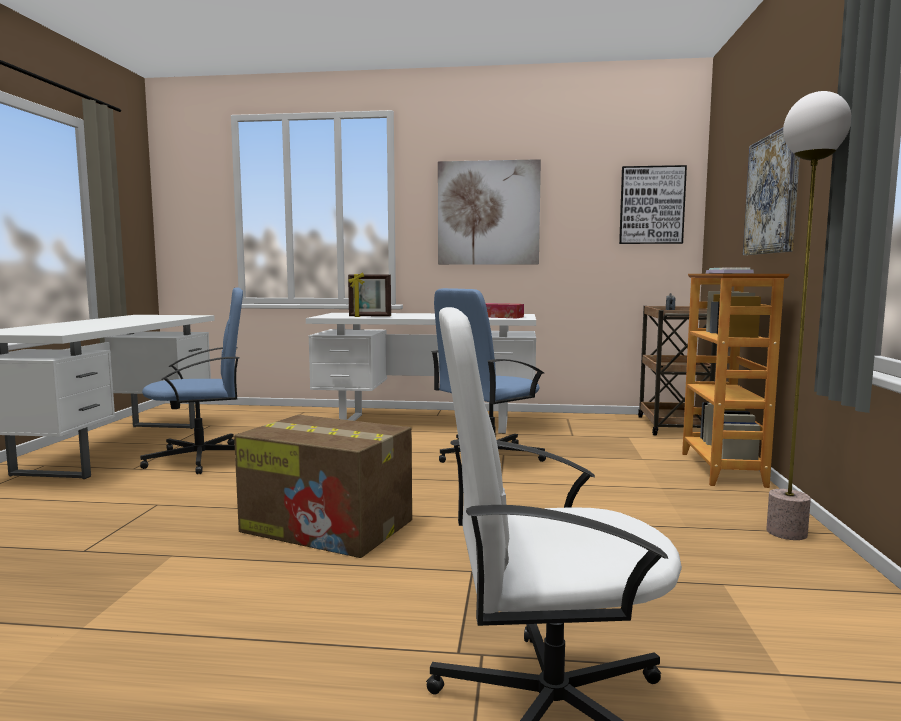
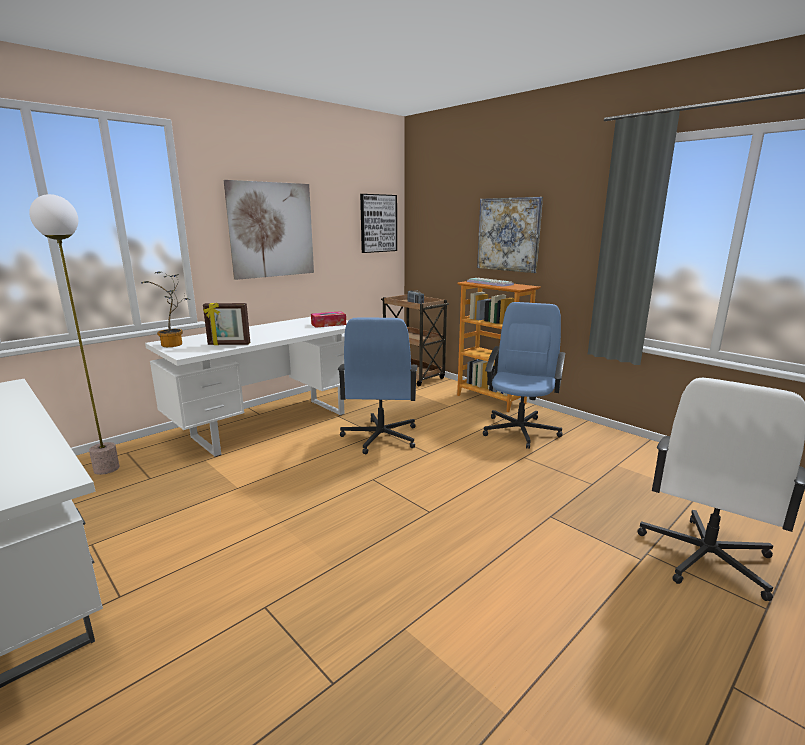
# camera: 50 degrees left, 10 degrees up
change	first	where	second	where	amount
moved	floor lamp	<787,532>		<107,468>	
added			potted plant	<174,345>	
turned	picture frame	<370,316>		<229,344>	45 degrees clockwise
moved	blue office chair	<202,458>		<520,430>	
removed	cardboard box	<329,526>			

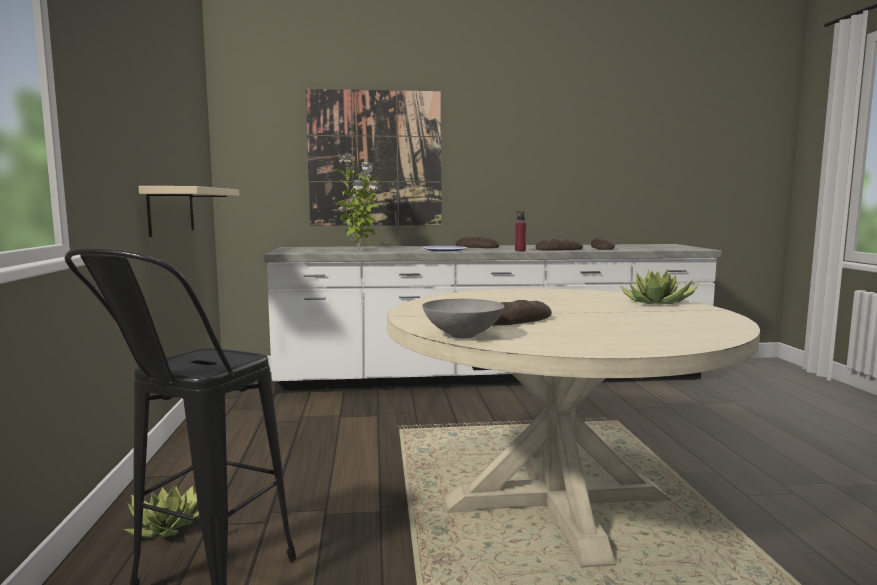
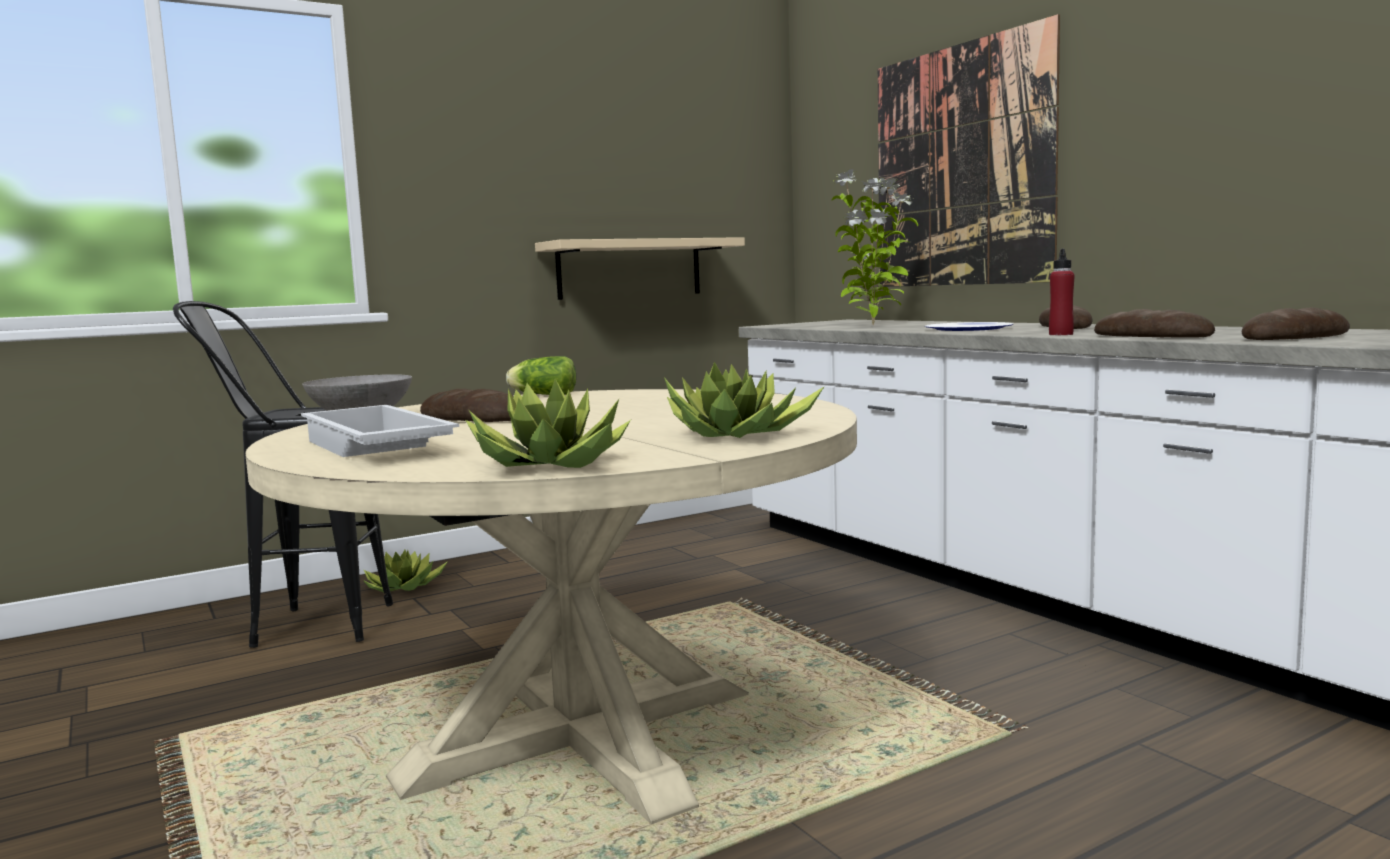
# camera: 65 degrees right, 0 degrees up
change	first	where	second	where	amount
added			white tray	<373,448>	
added			potted plant	<551,465>	
added			lettuce	<542,395>	

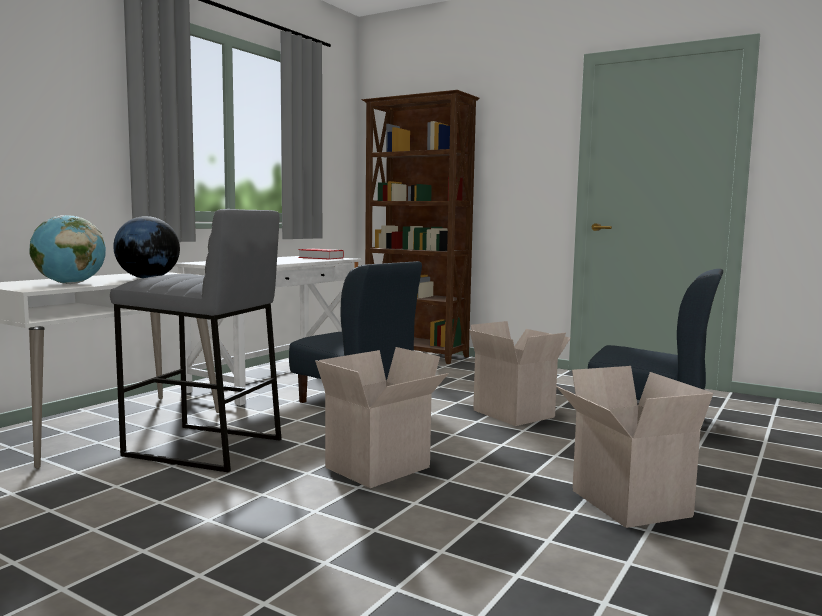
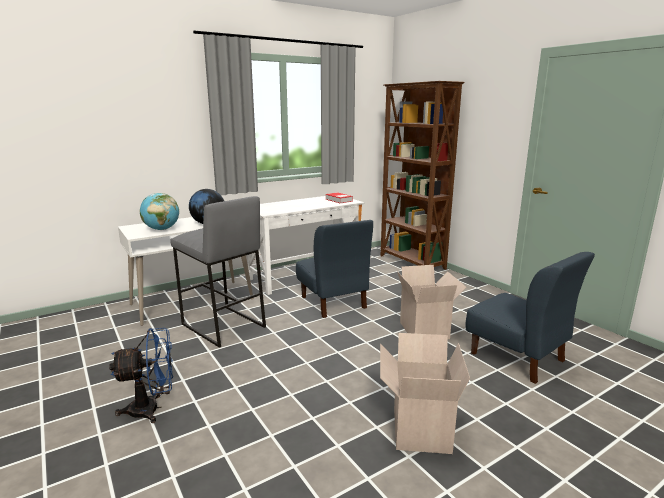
# camera: 25 degrees right, 10 degrees up
change	first	where	second	where	amount
added			blue fan	<152,409>	
removed	cardboard box	<378,469>			

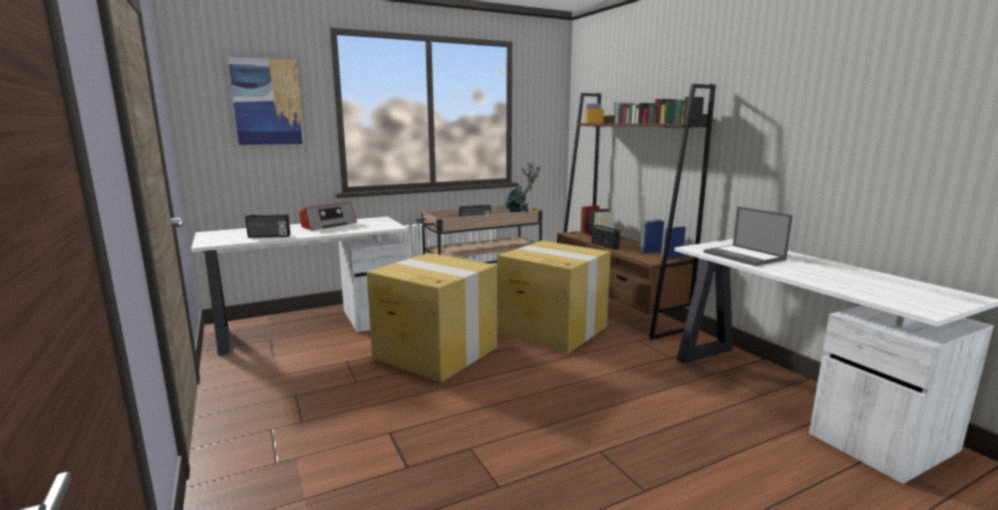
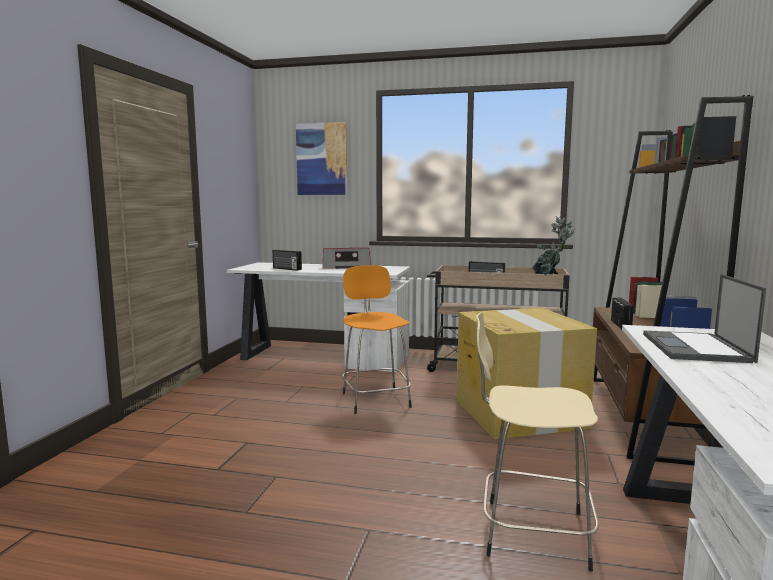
# camera: 40 degrees right, 5 degrees down
change	first	where	second	where	amount
replaced	cardboard box	<434,352>	orange stool	<375,399>	
added			beige stool	<530,532>	

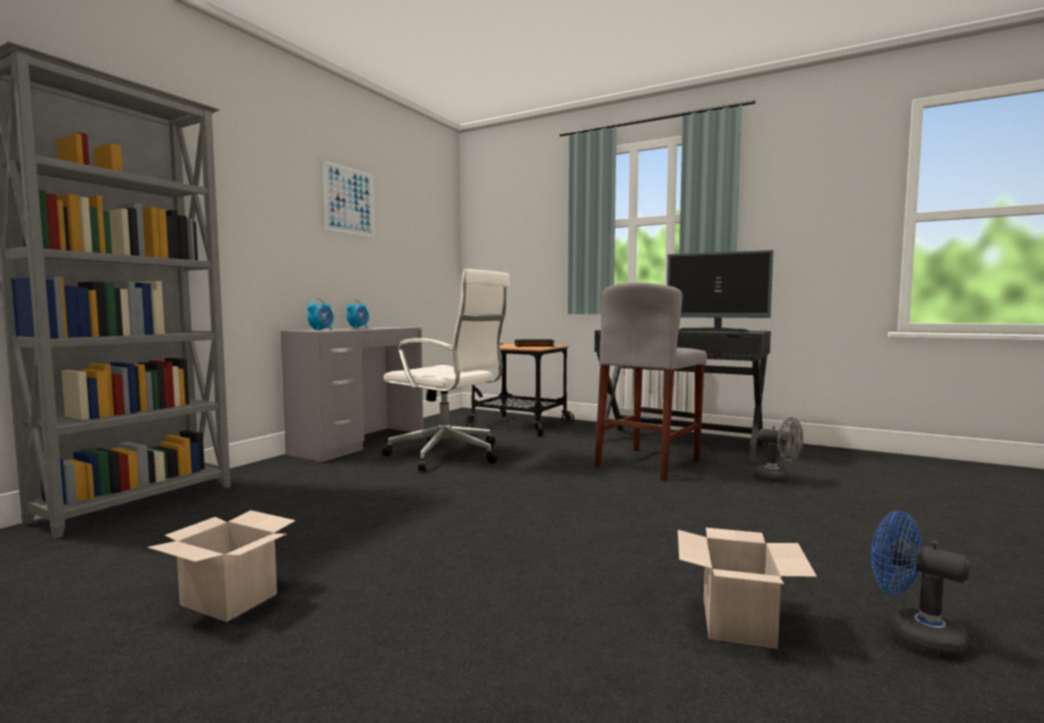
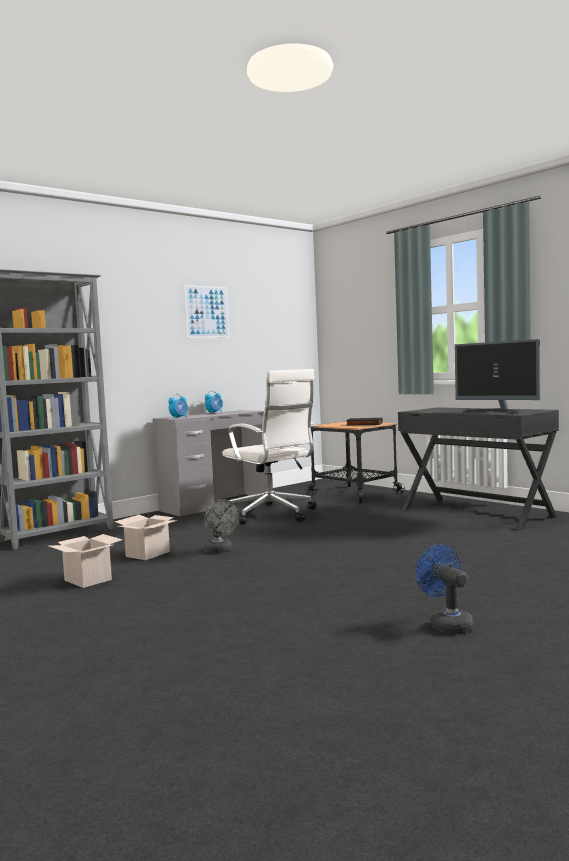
# camera: 20 degrees right, 0 degrees up
change	first	where	second	where	amount
moved	cardboard box	<739,624>		<147,554>	
moved	grey fan	<778,479>		<220,551>	
removed	grey stool	<648,464>			

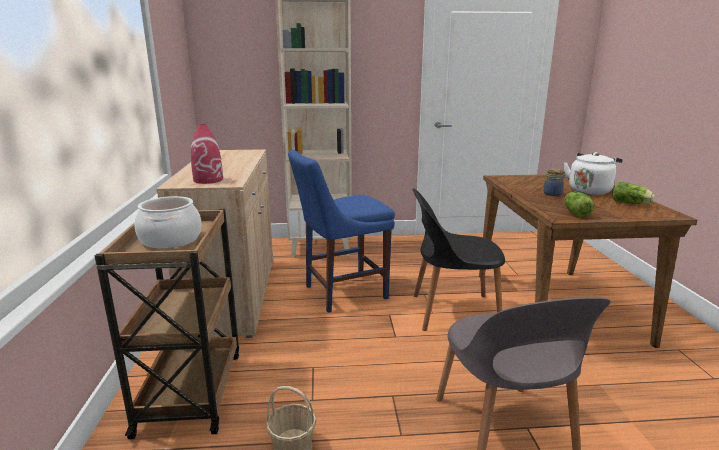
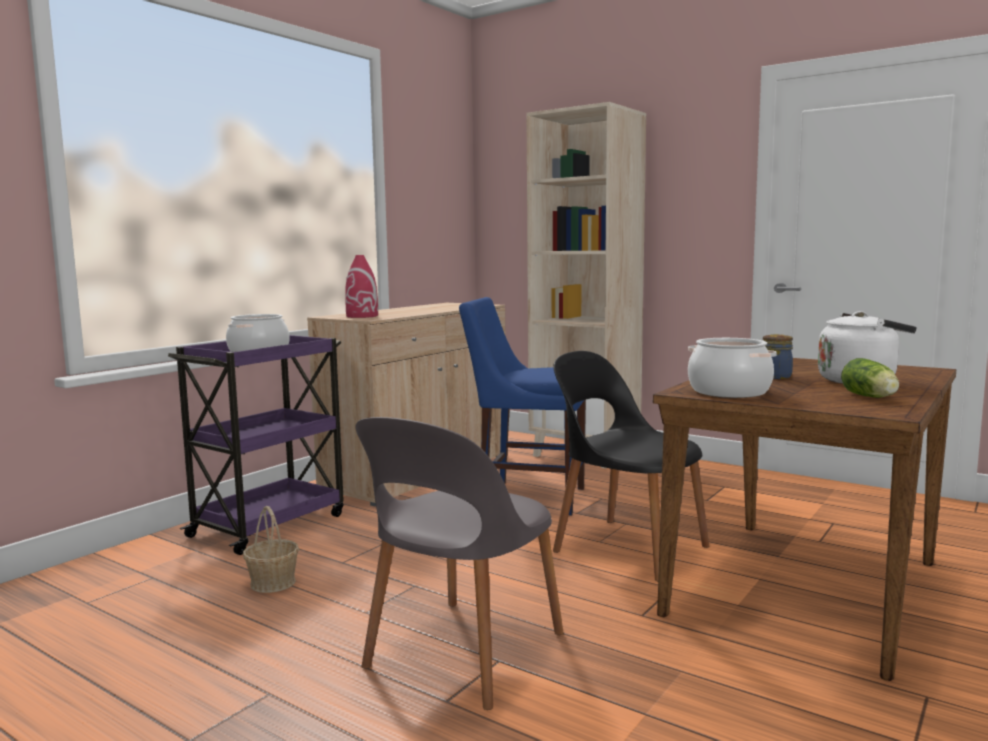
# camera: 40 degrees right, 10 degrees down
change	first	where	second	where	amount
recoloured	brown cart	<191,390>	purple cart	<270,524>	
replaced	lettuce	<575,212>	cooking pot	<728,392>	

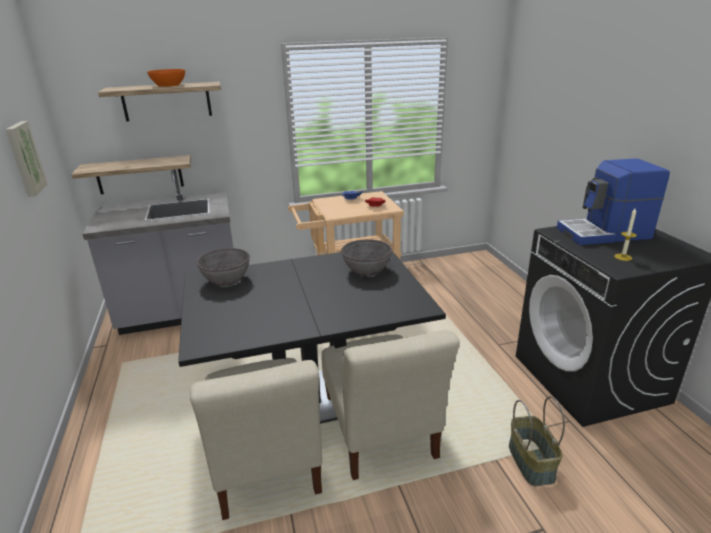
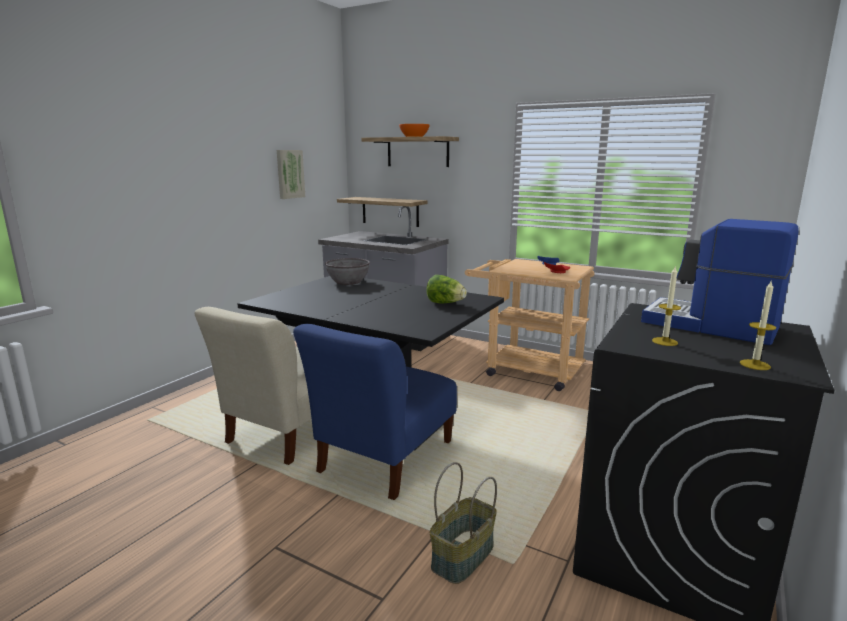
# camera: 45 degrees right, 10 degrees down
change	first	where	second	where	amount
recoloured	beige chair	<380,432>	blue chair	<383,460>	
replaced	grey bowl	<366,269>	lettuce	<445,303>	
added			candle	<755,365>	

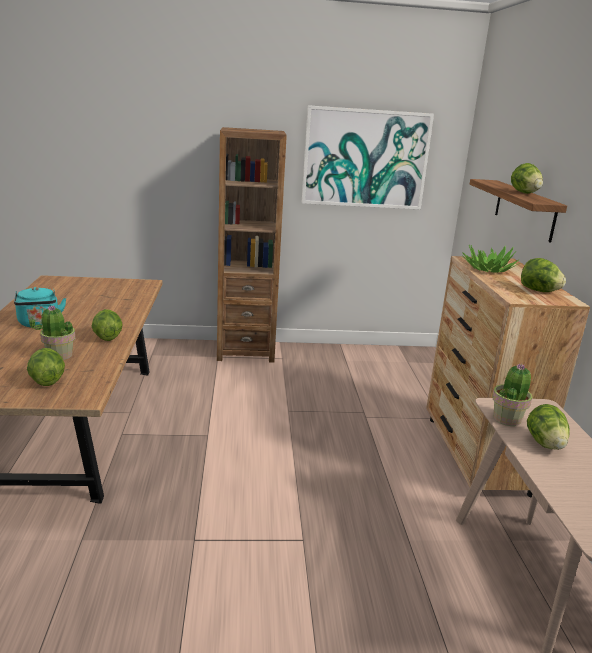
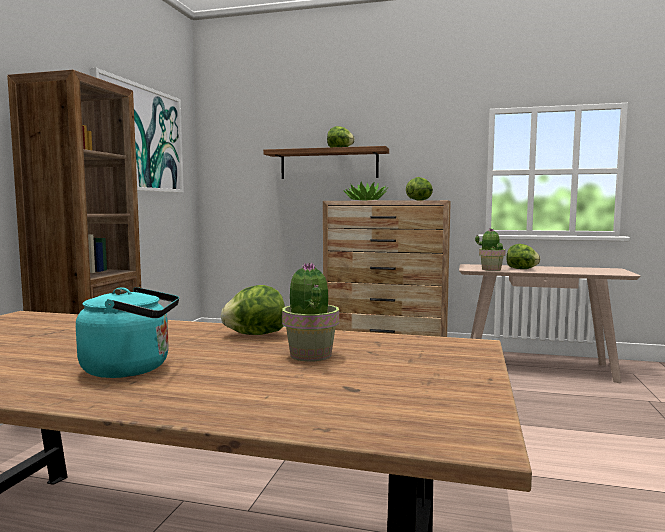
# camera: 70 degrees left, 15 degrees down
change	first	where	second	where	amount
removed	lettuce	<46,381>			

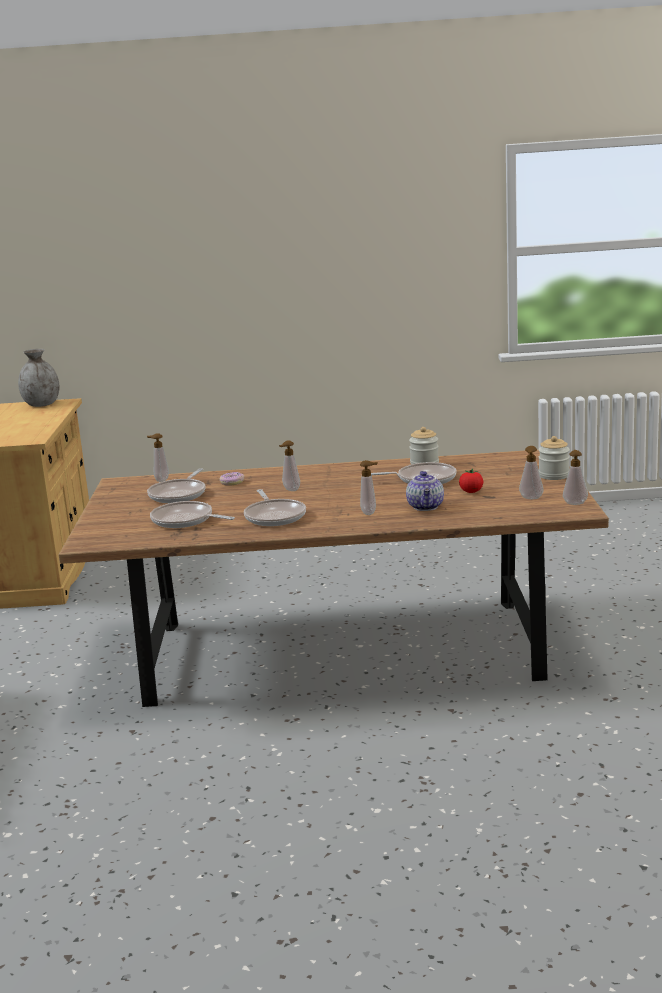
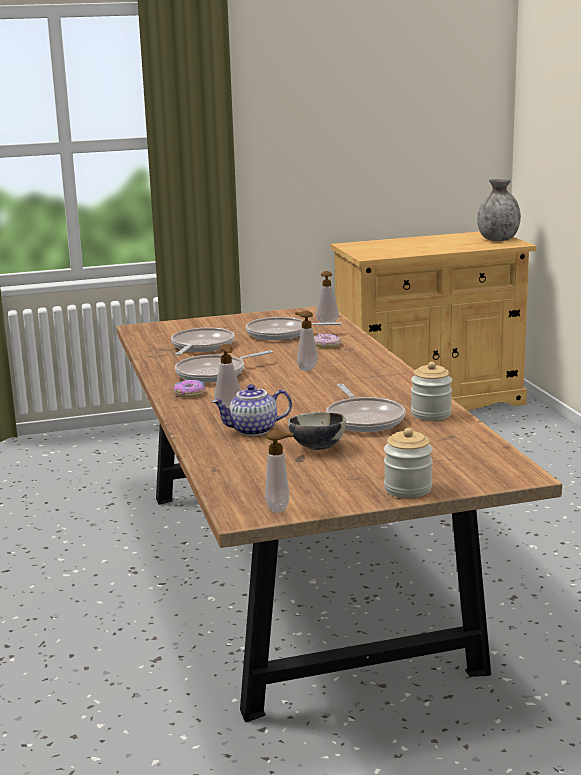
# camera: 75 degrees right, 0 degrees up
change	first	where	second	where	amount
added			donut	<189,393>	
replaced	tomato	<471,492>	bowl	<317,447>	
removed	soap dispenser	<531,498>			

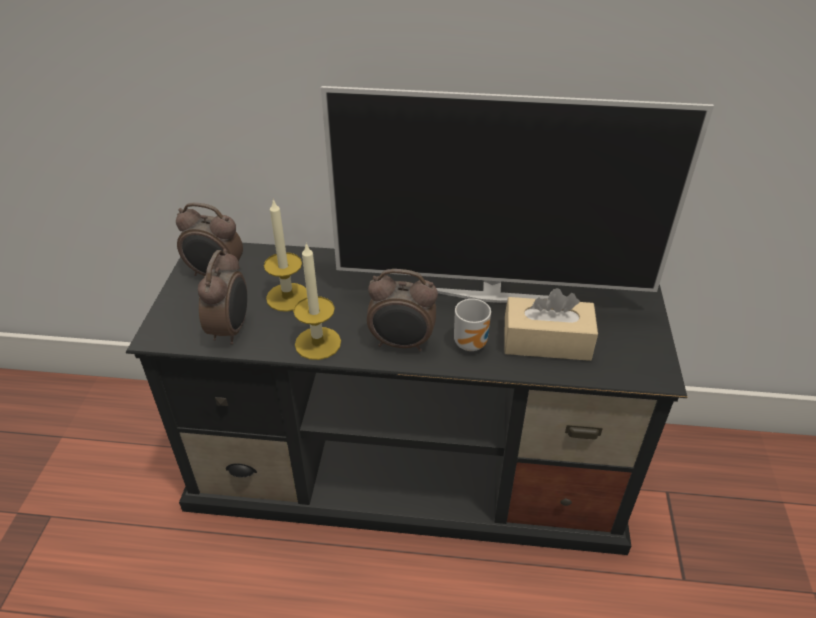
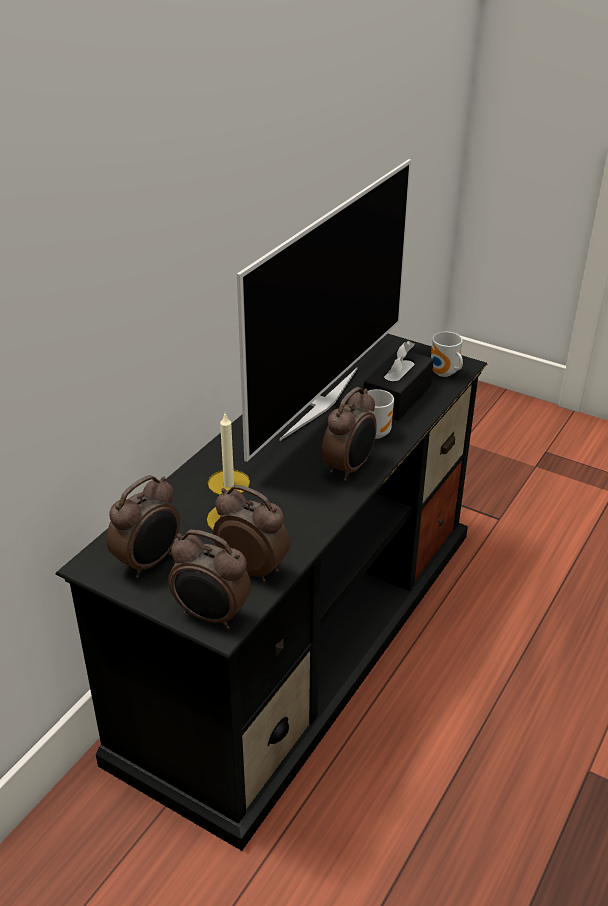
# camera: 65 degrees left, 5 degrees down
change	first	where	second	where	amount
added			alarm clock	<211,616>	
recoloured	beige tissue box	<546,342>	black tissue box	<397,397>	
added			mug	<444,374>	
removed	candle	<318,343>			

